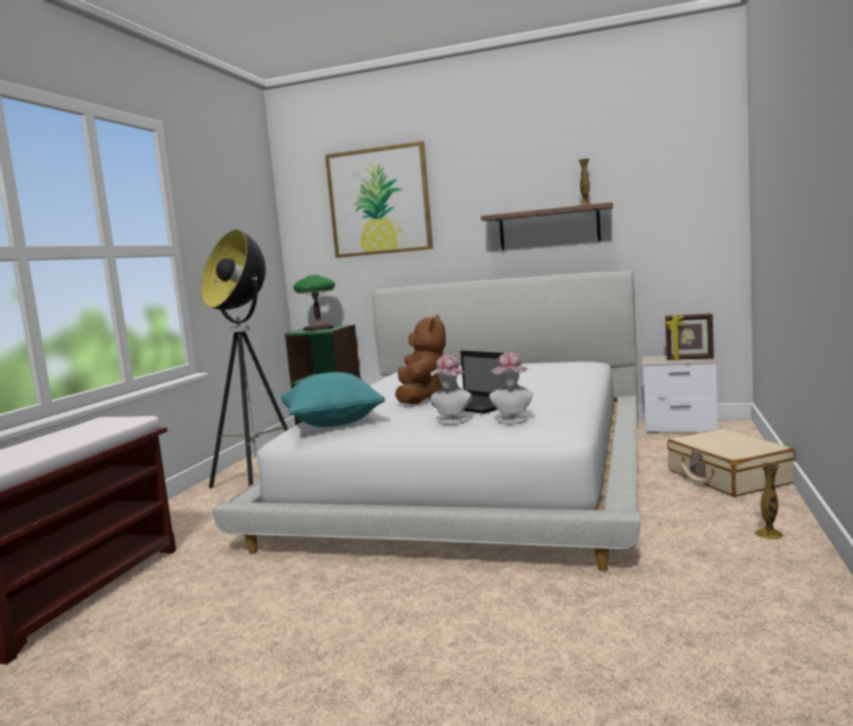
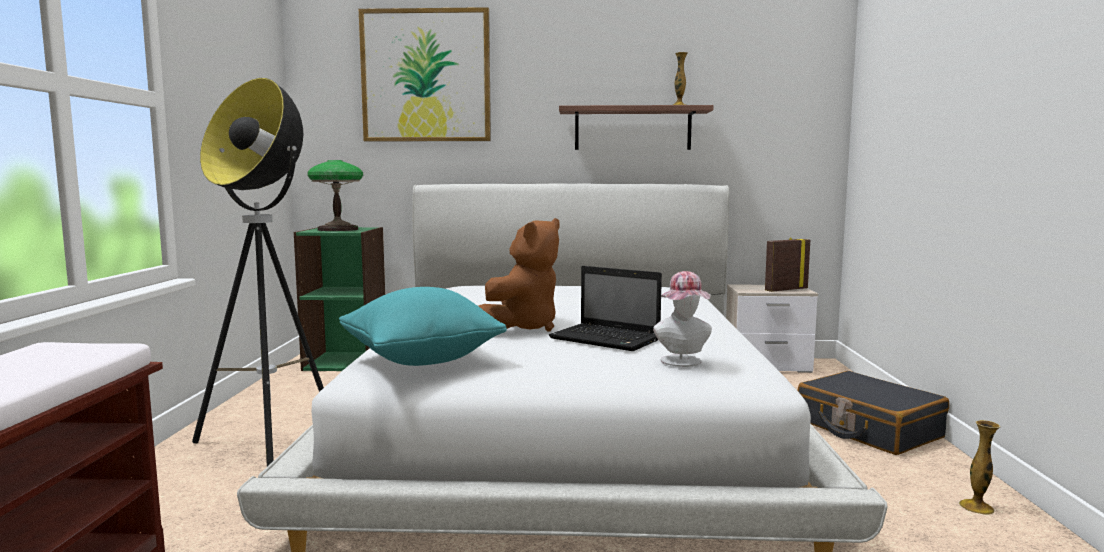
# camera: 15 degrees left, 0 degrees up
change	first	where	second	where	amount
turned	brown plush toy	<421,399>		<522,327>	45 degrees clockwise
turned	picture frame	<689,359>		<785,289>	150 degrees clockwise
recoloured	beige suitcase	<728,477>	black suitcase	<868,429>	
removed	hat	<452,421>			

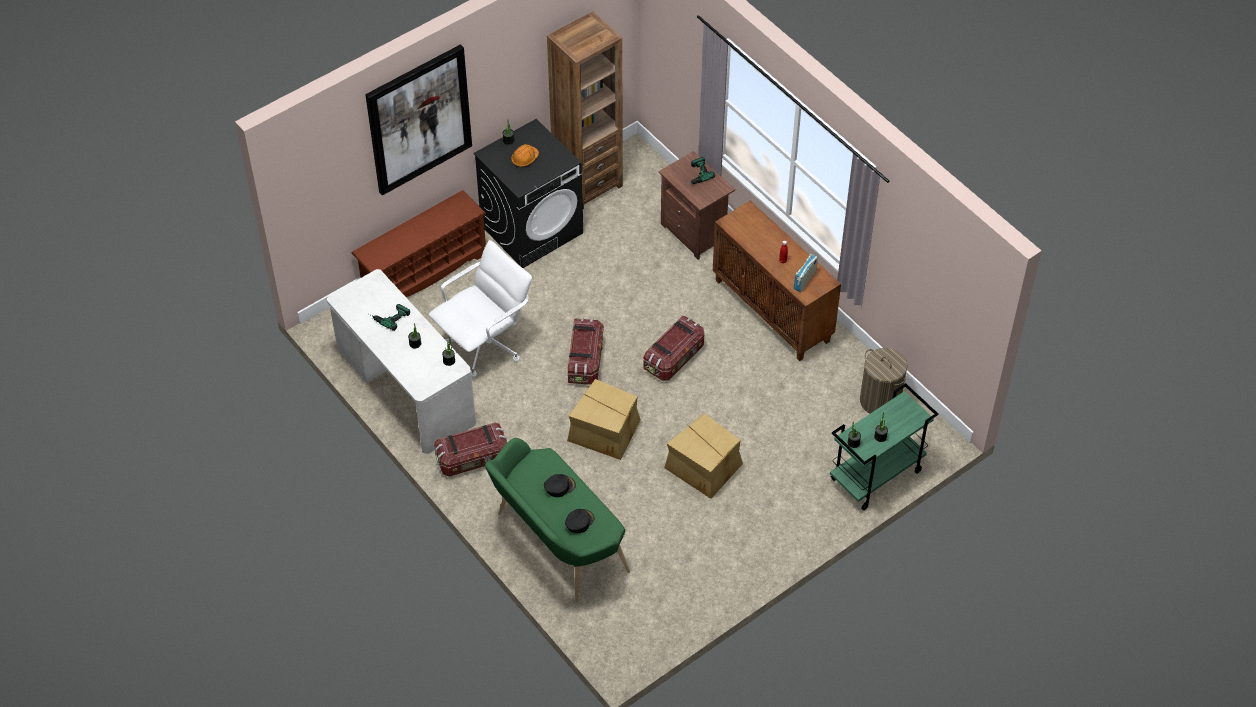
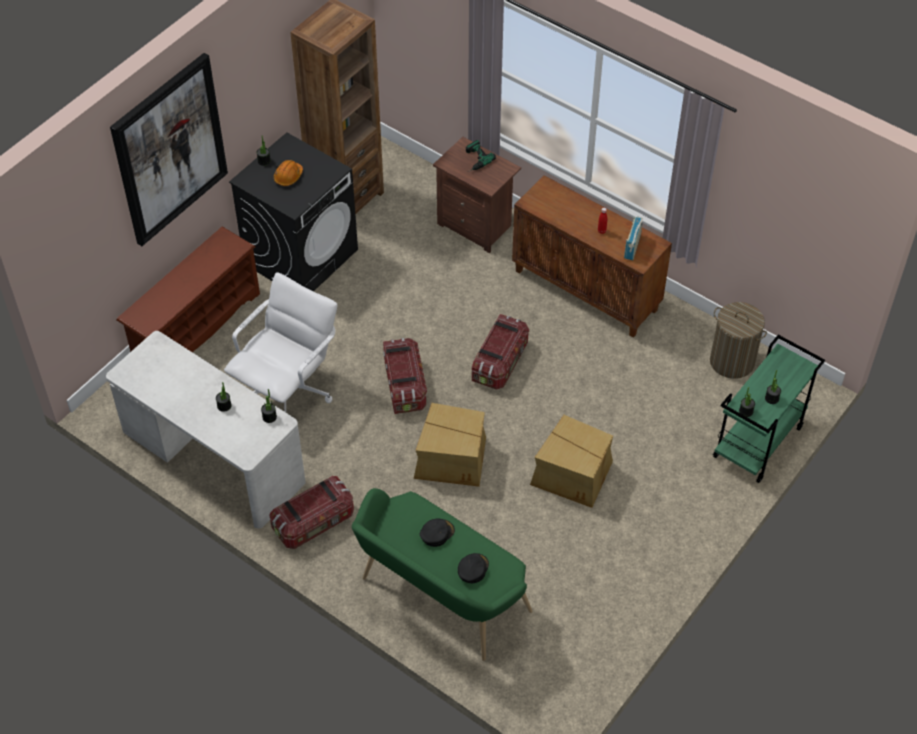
# camera: 15 degrees left, 0 degrees up
change	first	where	second	where	amount
removed	power drill	<388,316>			

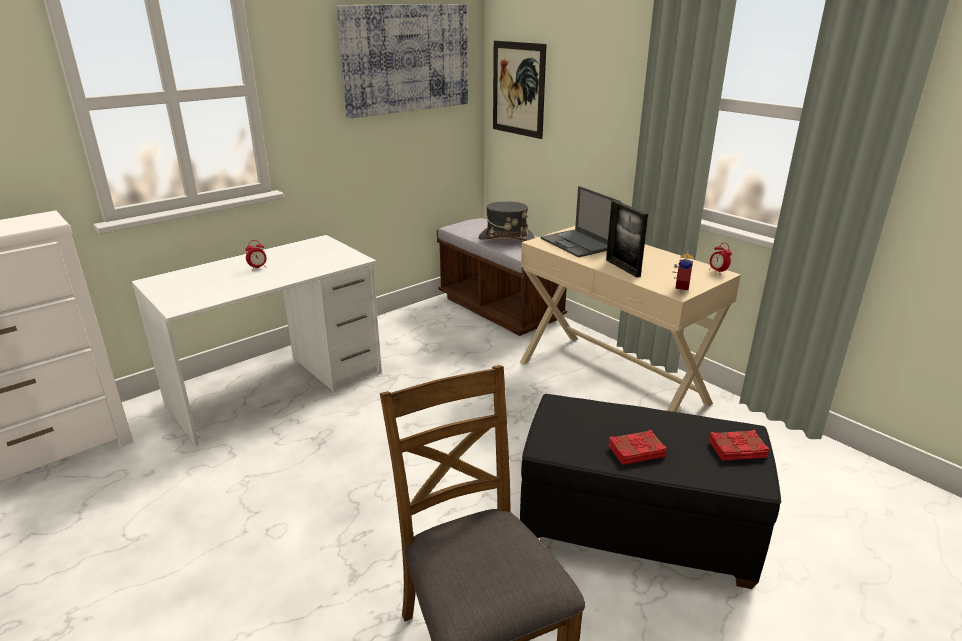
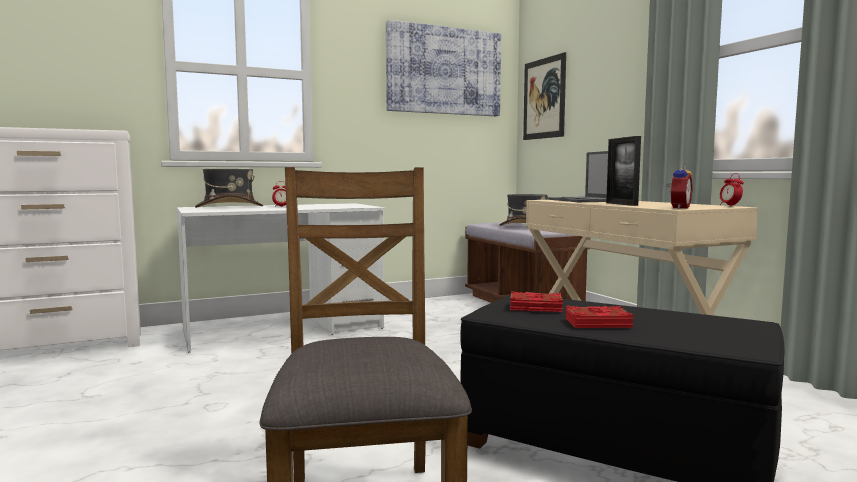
# camera: 15 degrees right, 20 degrees down
change	first	where	second	where	amount
added			grey hat	<229,207>	
moved	red book	<737,450>		<535,308>	

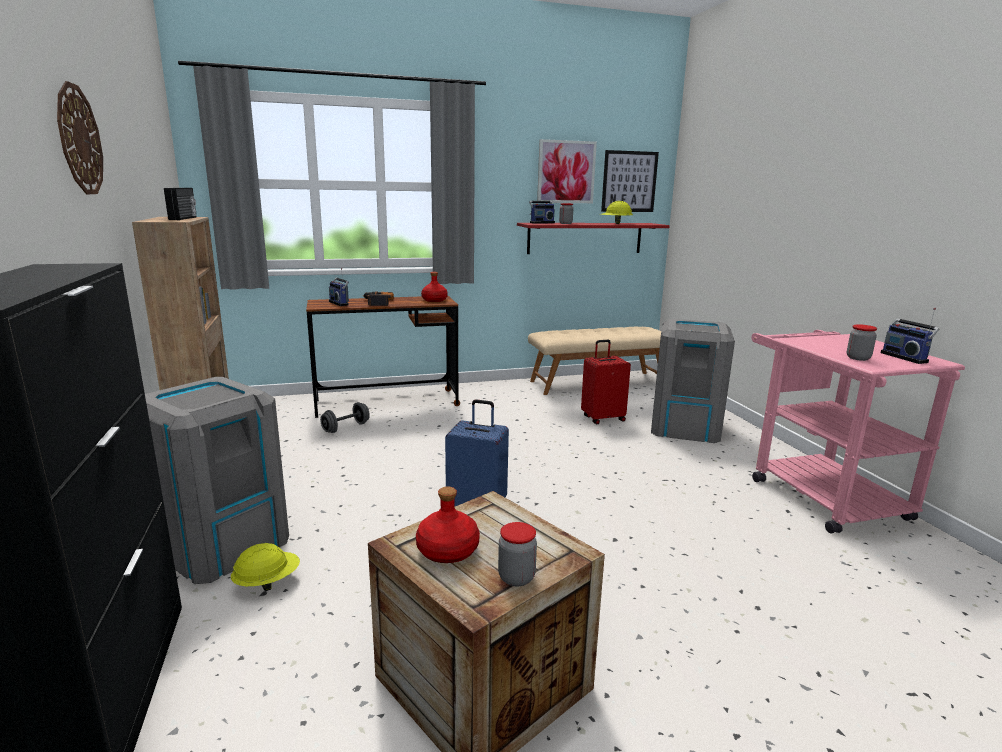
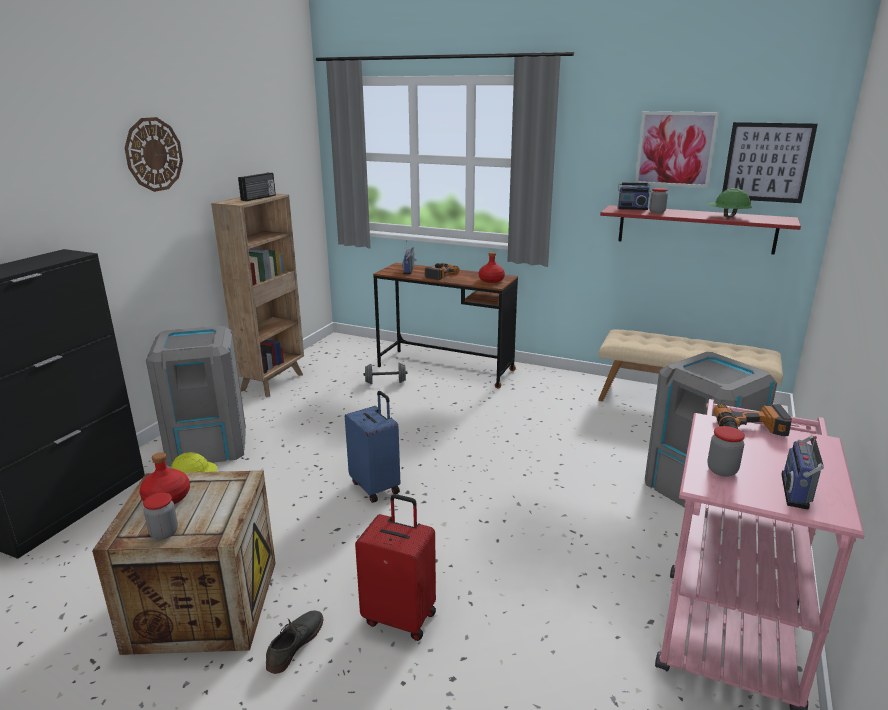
# camera: 40 degrees right, 5 degrees up
change	first	where	second	where	amount
added			grey shoe	<295,643>	
moved	red suitcase	<602,418>		<400,617>	
recoloured	yellow hard hat	<615,223>	green hard hat	<727,216>	
added			power drill	<751,430>	

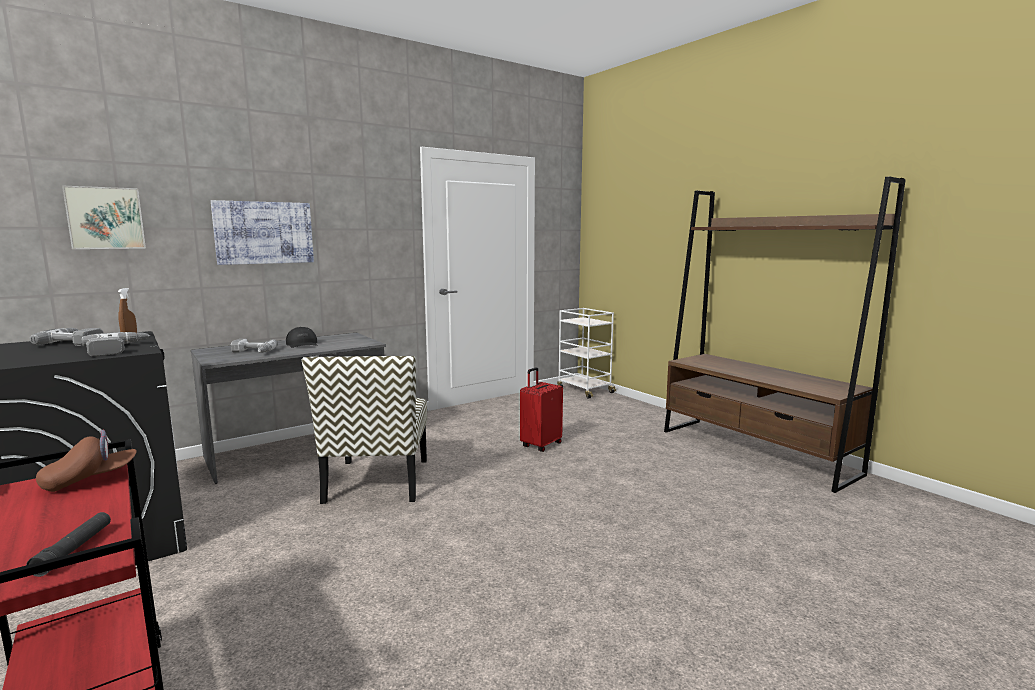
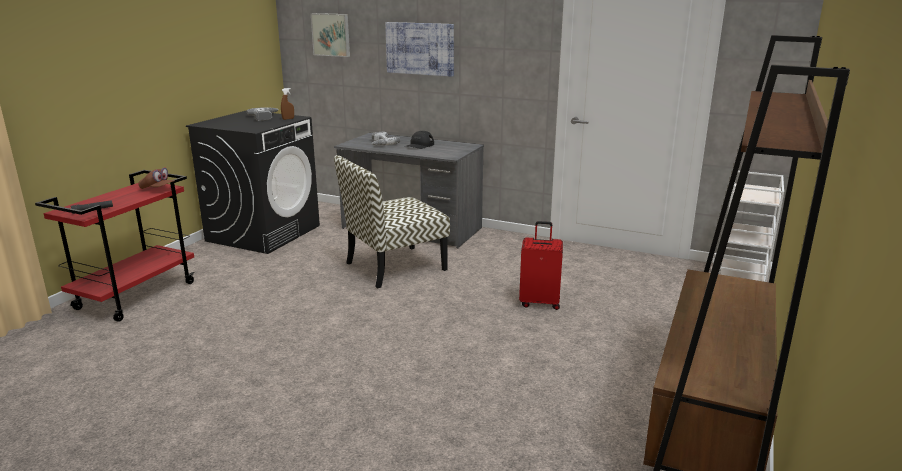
# camera: 60 degrees right, 10 degrees up
change	first	where	second	where	amount
removed	power drill	<118,349>			

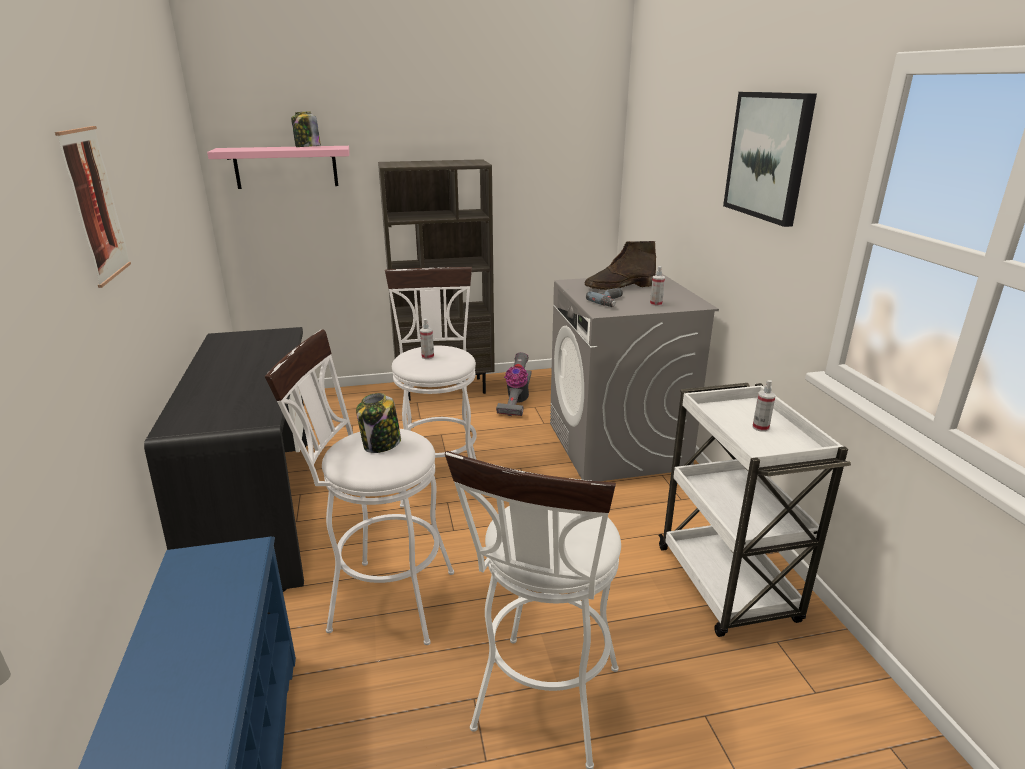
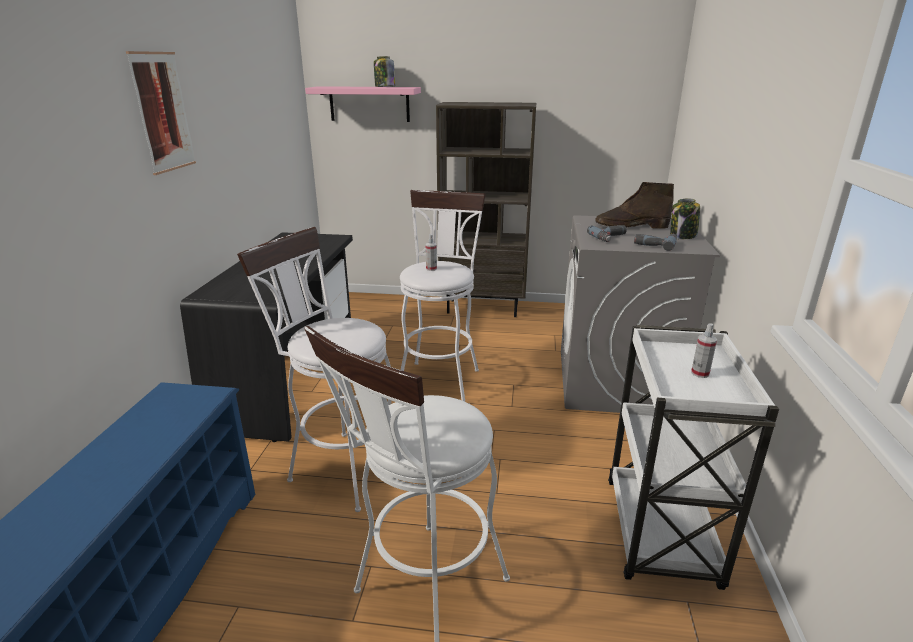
# camera: 20 degrees right, 0 degrees up
change	first	where	second	where	amount
replaced	spray bottle	<656,304>	power drill	<655,244>	
moved	jar	<381,444>		<682,236>	
removed	vacuum cleaner	<516,402>			
removed	picture	<768,156>			

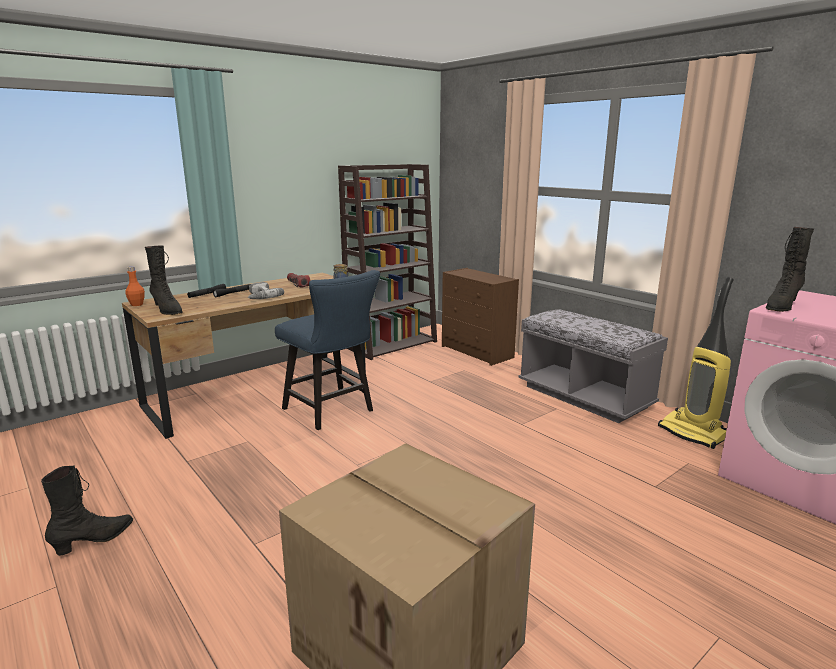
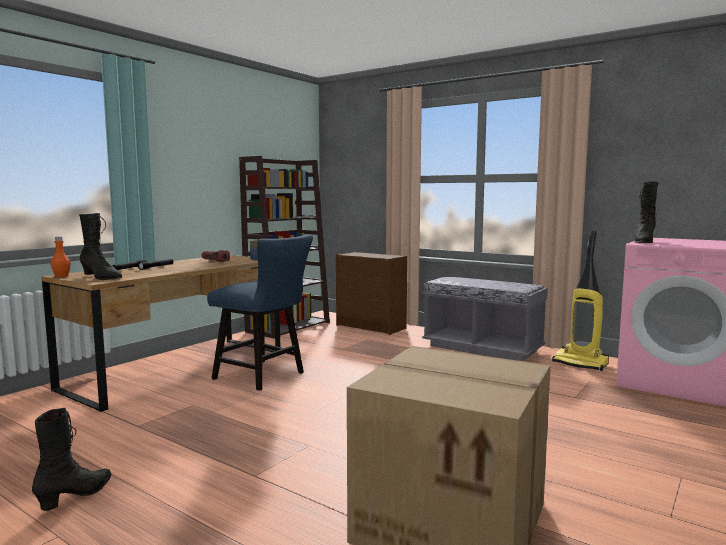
# camera: 15 degrees left, 10 degrees down
change	first	where	second	where	amount
removed	power drill	<260,296>			

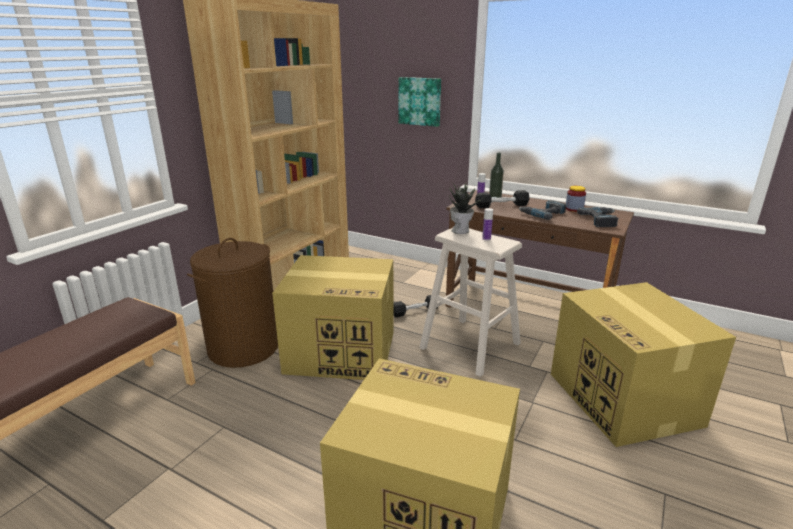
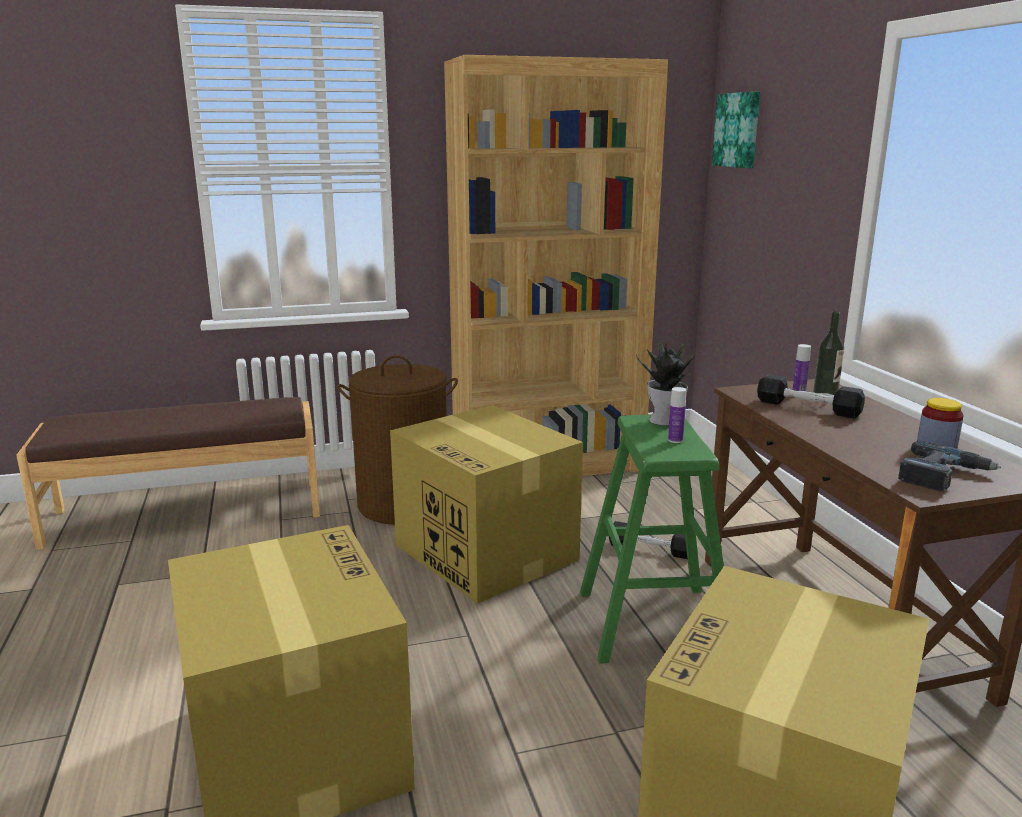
# camera: 45 degrees right, 5 degrees down
change	first	where	second	where	amount
recoloured	beige stool	<470,345>	green stool	<652,622>	
moved	picture	<420,101>		<738,130>	
removed	power drill	<543,213>			

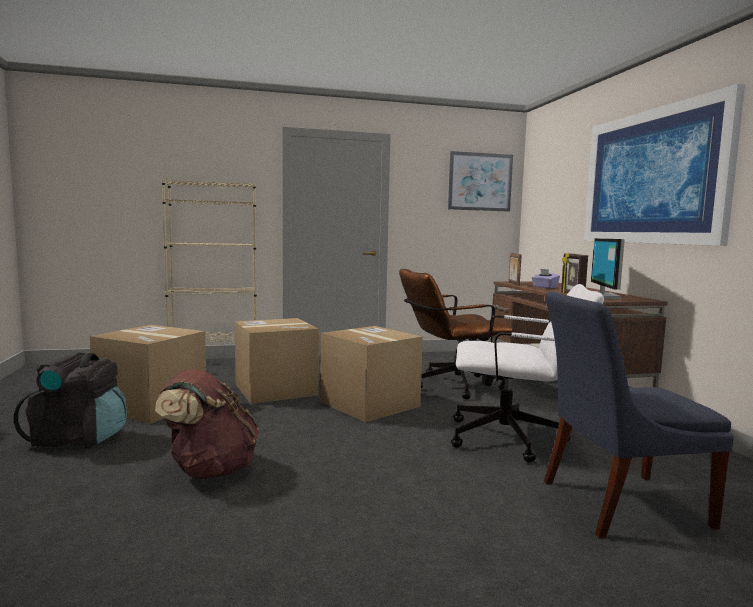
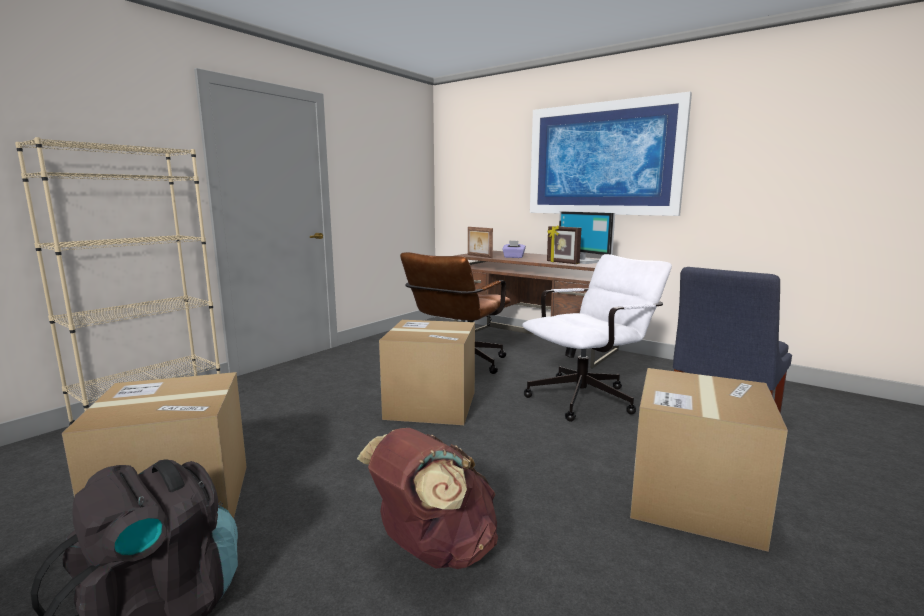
# camera: 40 degrees left, 5 degrees up
change	first	where	second	where	amount
moved	cardboard box	<275,389>		<694,499>	
removed	picture	<480,182>			

